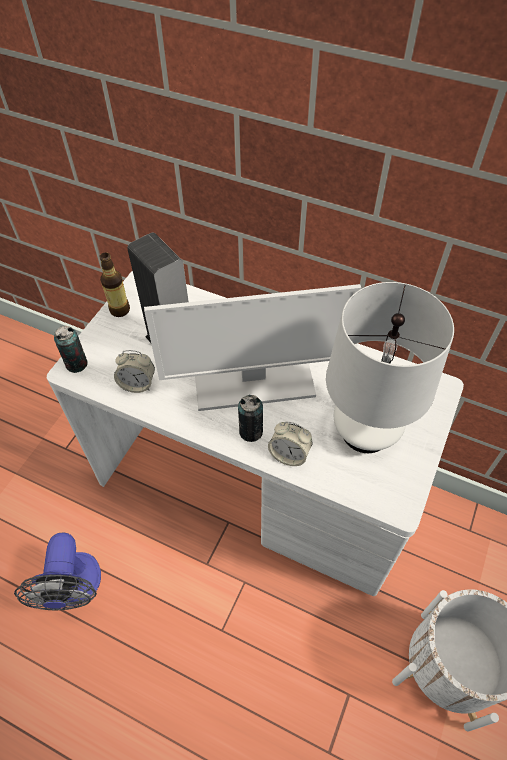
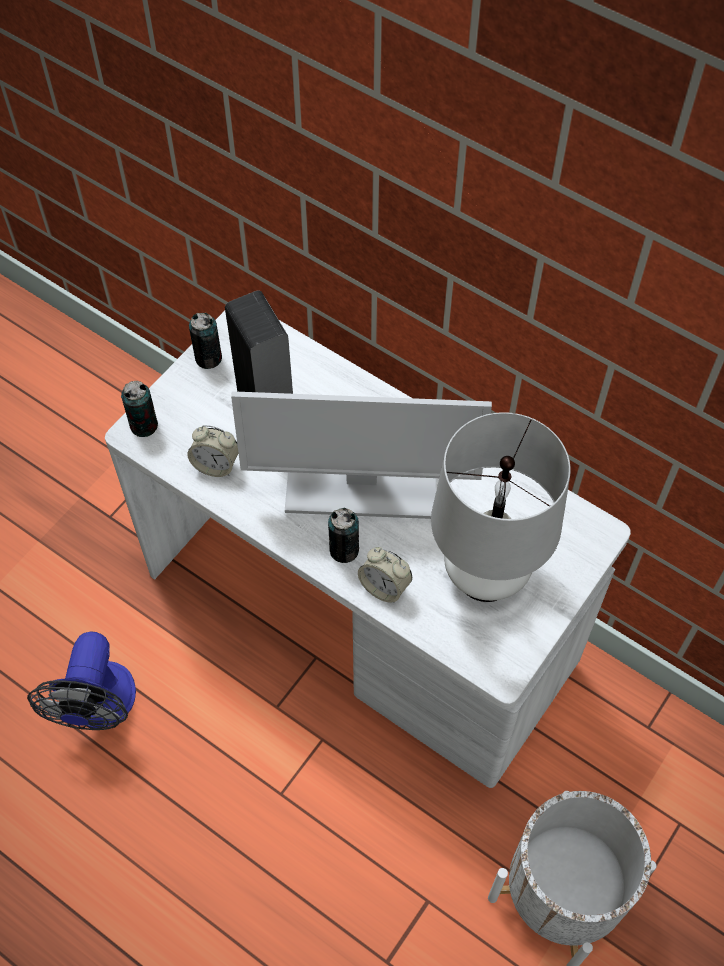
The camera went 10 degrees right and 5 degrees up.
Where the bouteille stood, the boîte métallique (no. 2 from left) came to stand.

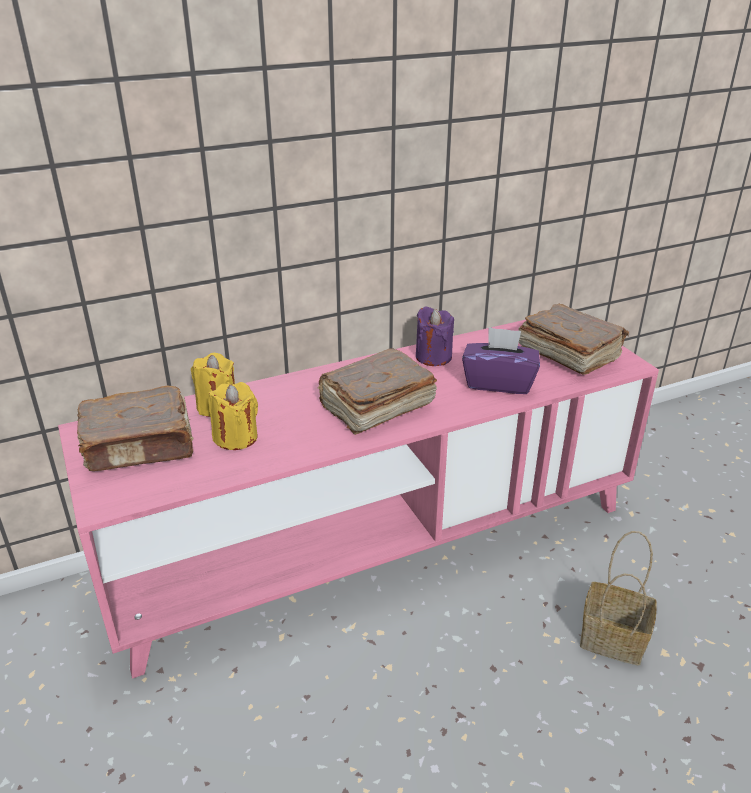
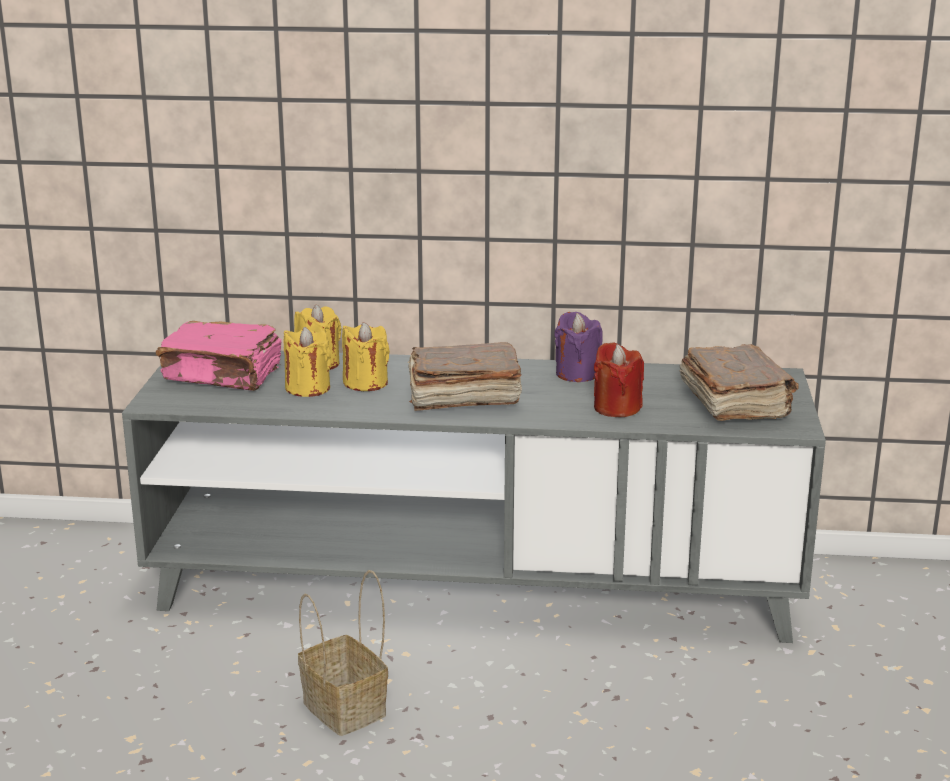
The camera went 30 degrees right and 10 degrees down.
The second view gained the bougie (jaune) (no. 3 from left).
The panier ended up elsewhere.
Where the boîte à mouchoirs (violet) stood, the bougie (rouge) came to stand.
What was the meuble télé (rose) turned into the meuble télé (gris).
What was the livre (marron) (no. 1 from left) turned into the livre (rose).

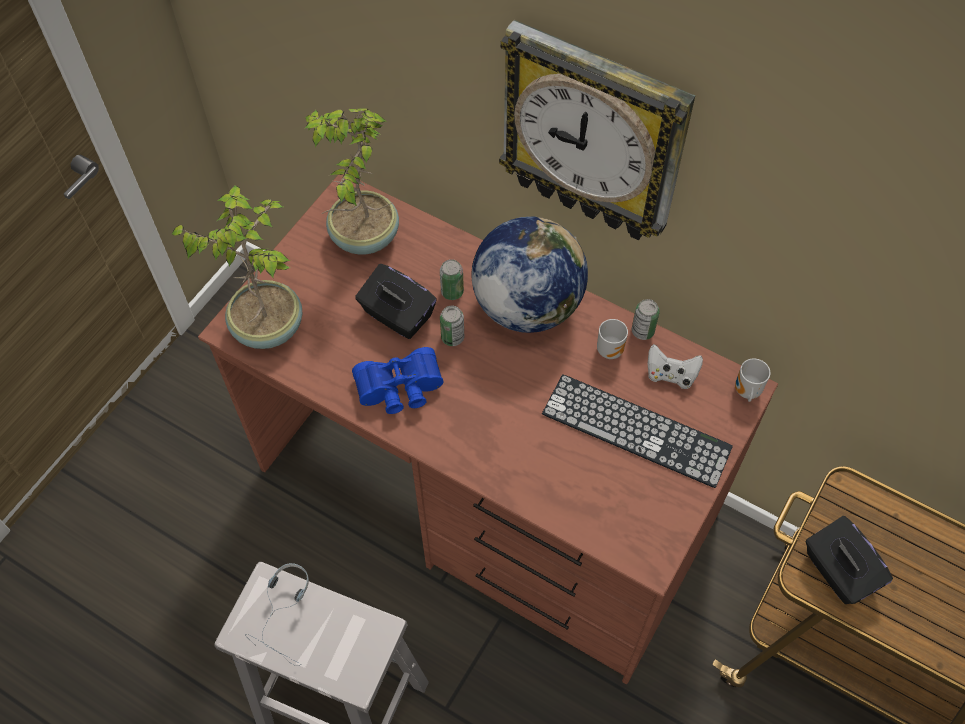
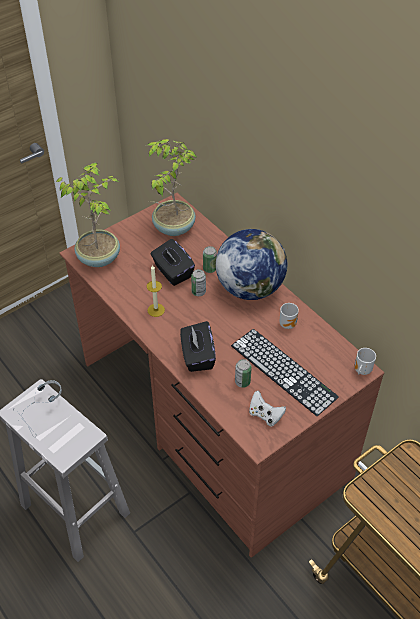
The camera went 20 degrees right and 10 degrees down.
The second view lost the horloge murale.
The boîte métallique (no. 3 from left) ended up elsewhere.
The manette (blanc) ended up elsewhere.
The boîte à mouchoirs (noir) (no. 2 from left) ended up elsewhere.
Where the jumelles (bleu) stood, the bougie came to stand.

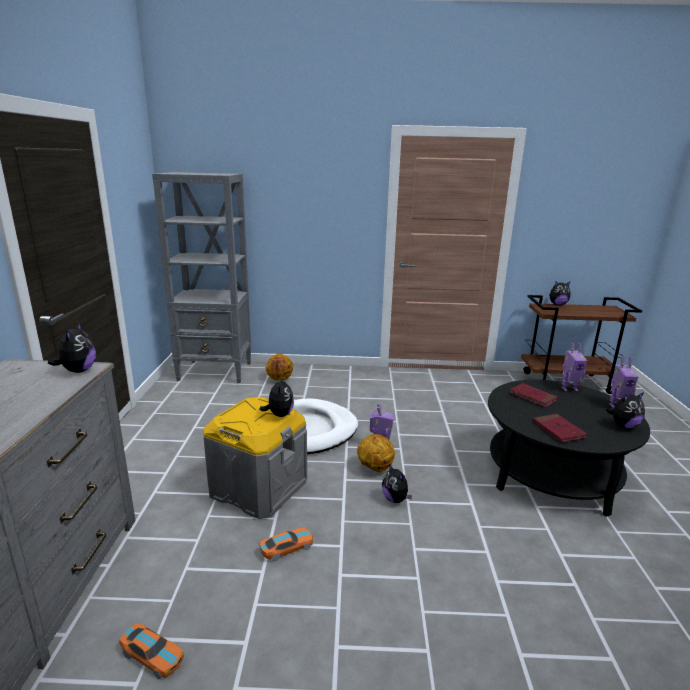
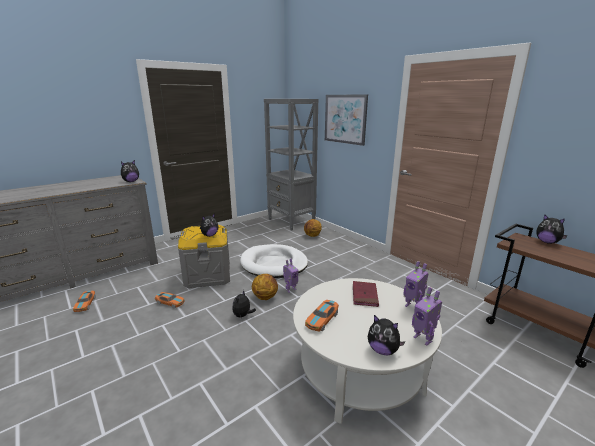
The camera went 50 degrees right and 0 degrees up.
The second view gained the tableau.
Where the livre (rouge) (no. 2 from left) stood, the petite voiture (no. 3 from left) came to stand.
What was the table basse (noir) turned into the table basse (blanc).

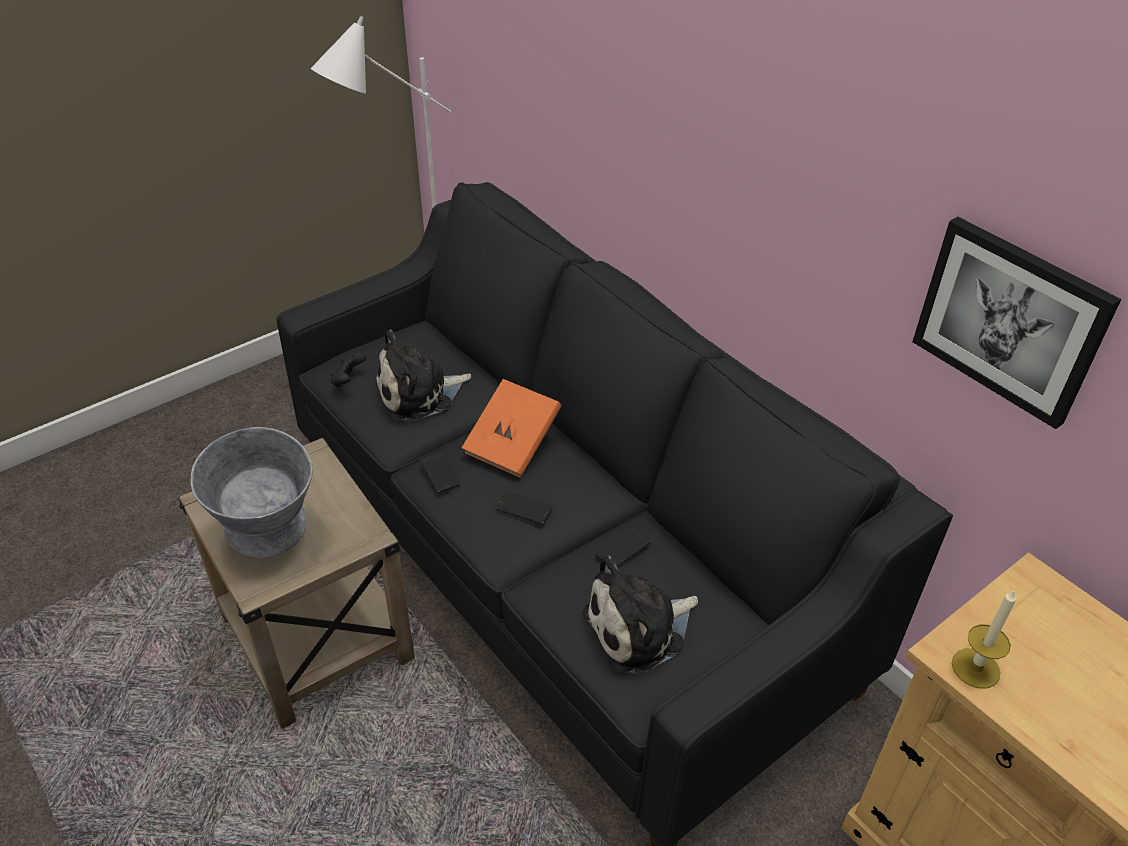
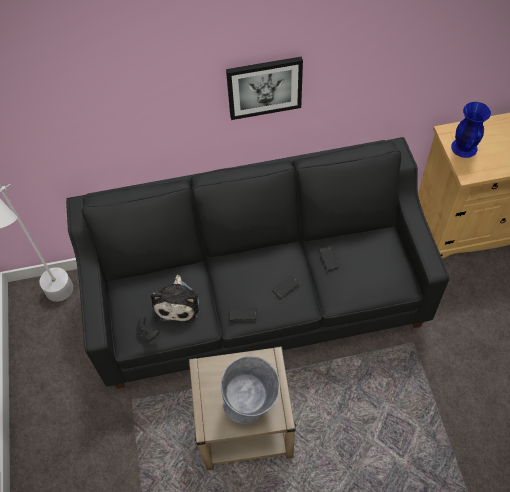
The camera went 60 degrees left and 15 degrees up.
The second view lost the livre (orange).
The second view lost the peluche (no. 2 from left).
The second view lost the bougie.
The second view gained the vase (bleu).
The tableau ended up elsewhere.

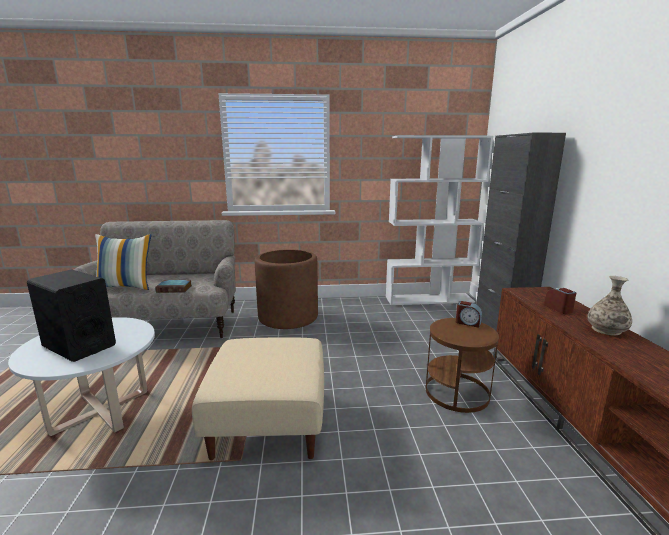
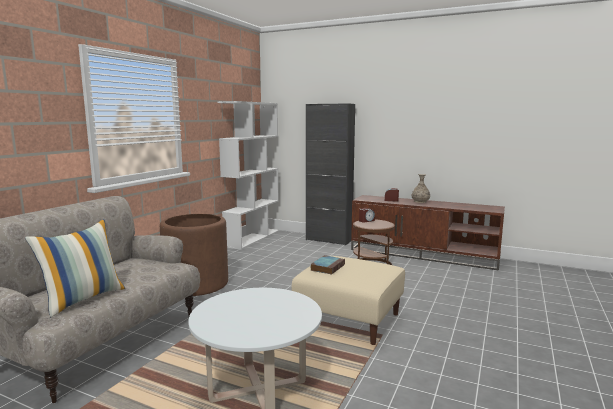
The camera went 60 degrees left and 5 degrees down.
The second view lost the enceinte (noir).
The livre ended up elsewhere.

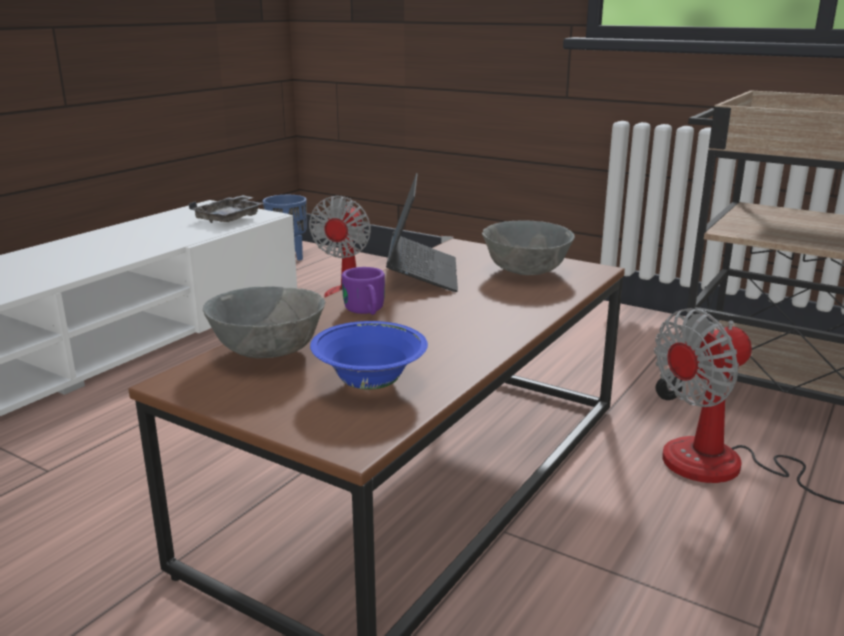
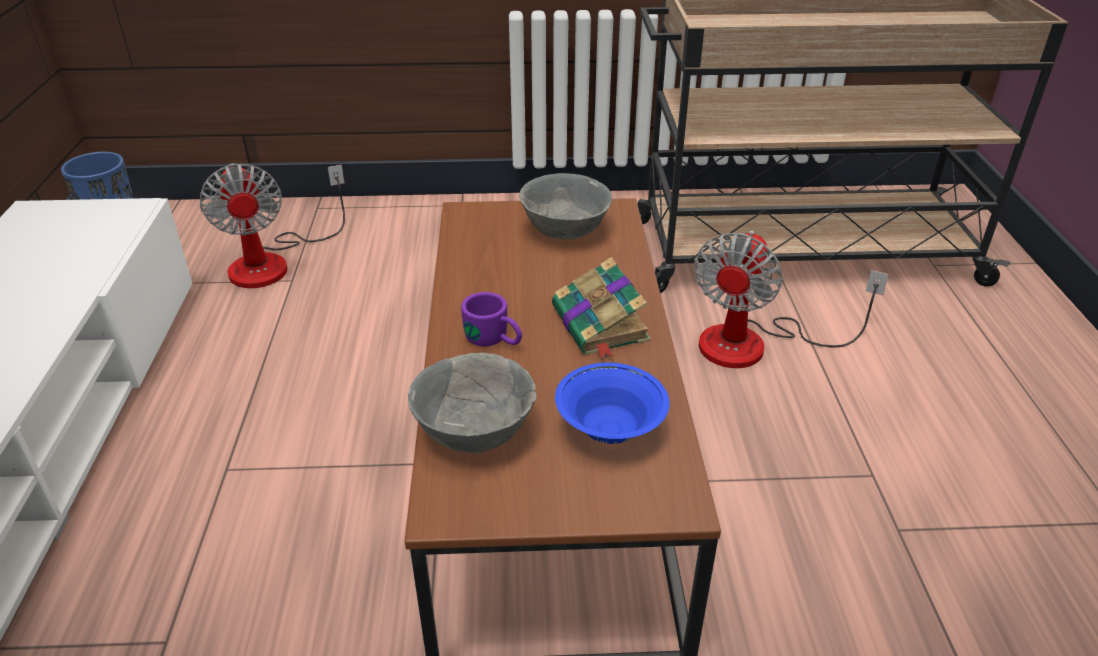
The camera went 35 degrees left and 15 degrees up.
The second view lost the plateau (gris).
The second view lost the ordinateur portable.
The second view gained the livre.

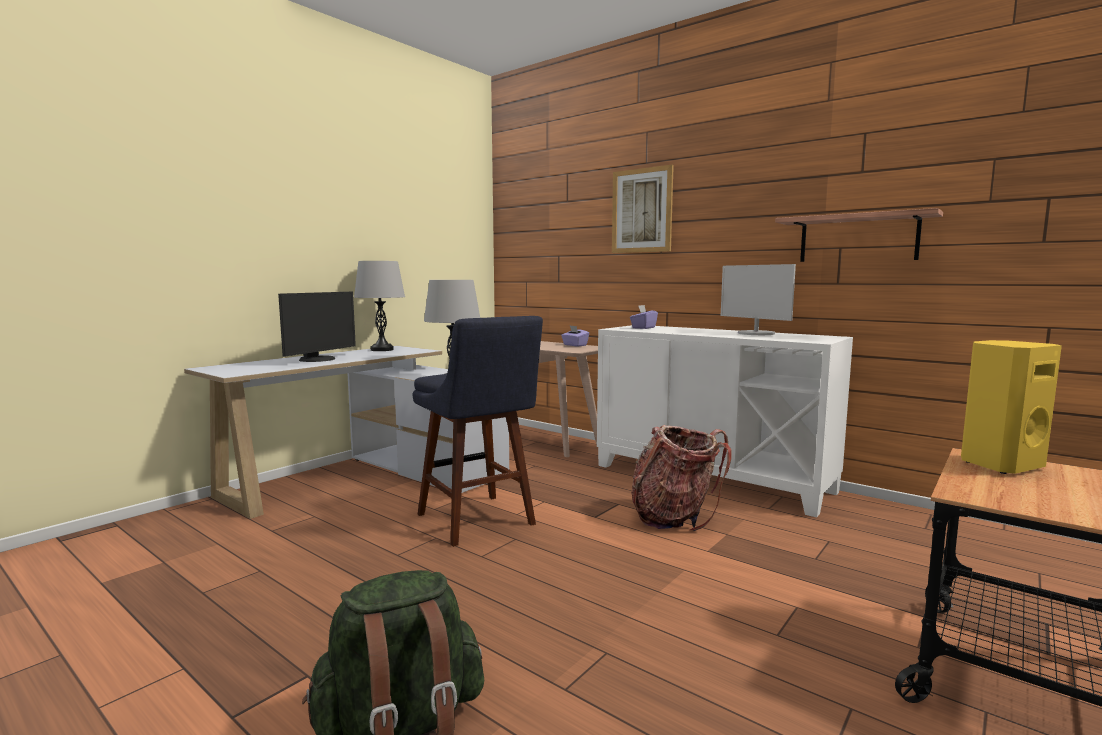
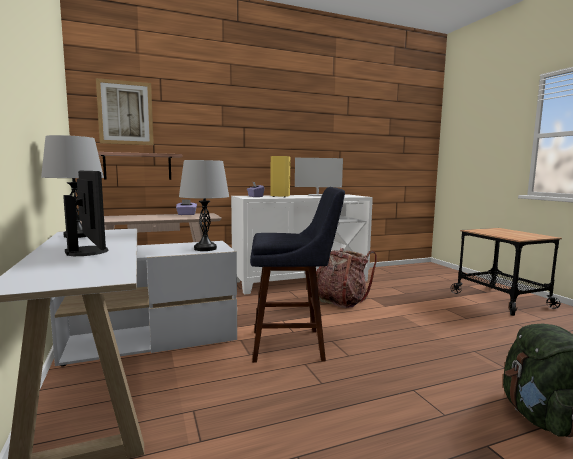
The camera went 60 degrees left and 0 degrees up.
The tableau ended up elsewhere.
The étagère ended up elsewhere.
The enceinte (jaune) ended up elsewhere.

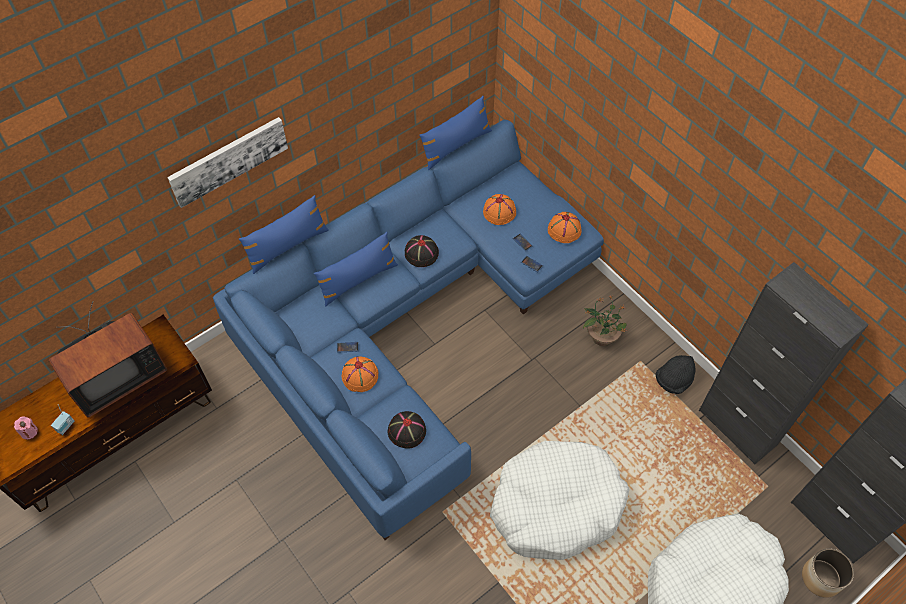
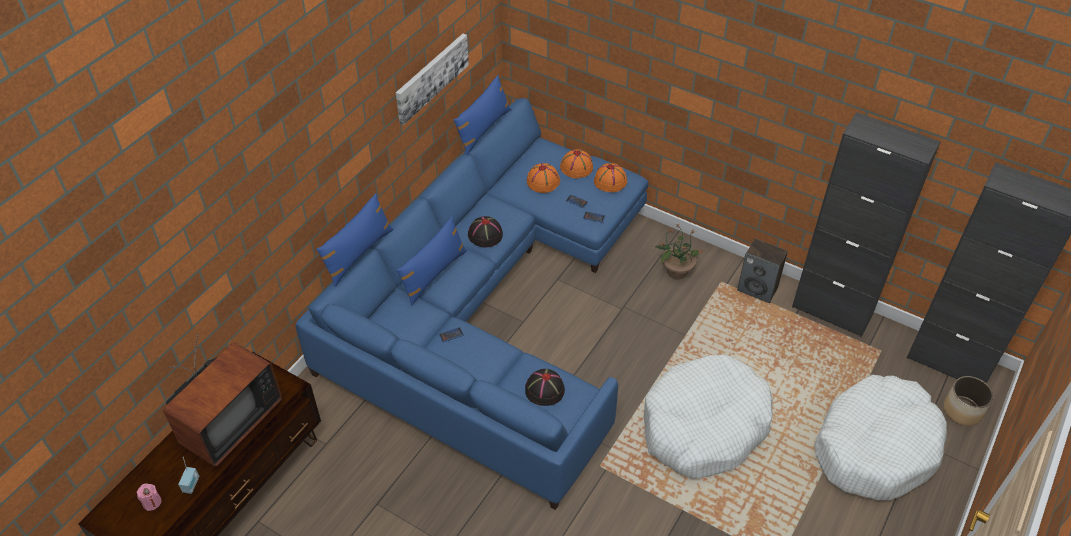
The camera went 20 degrees left and 10 degrees down.
The tableau ended up elsewhere.
The chapeau (orange) (no. 1 from left in the first image) ended up elsewhere.
Where the chapeau (noir) (no. 3 from left) stood, the enceinte came to stand.

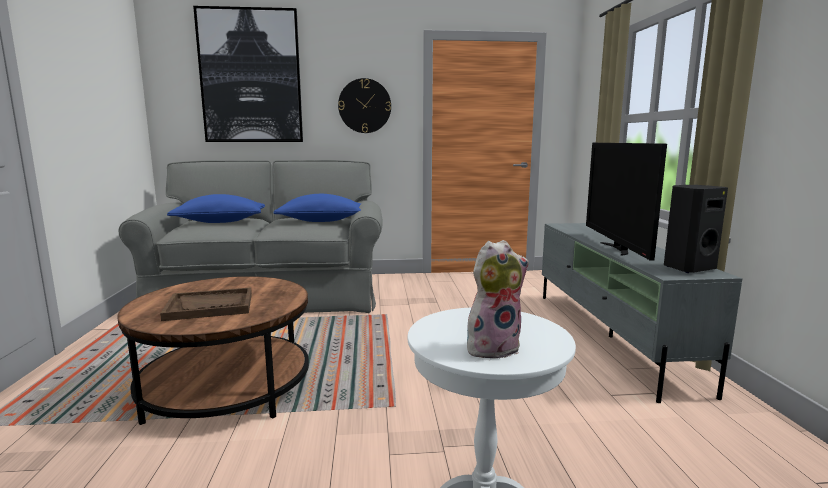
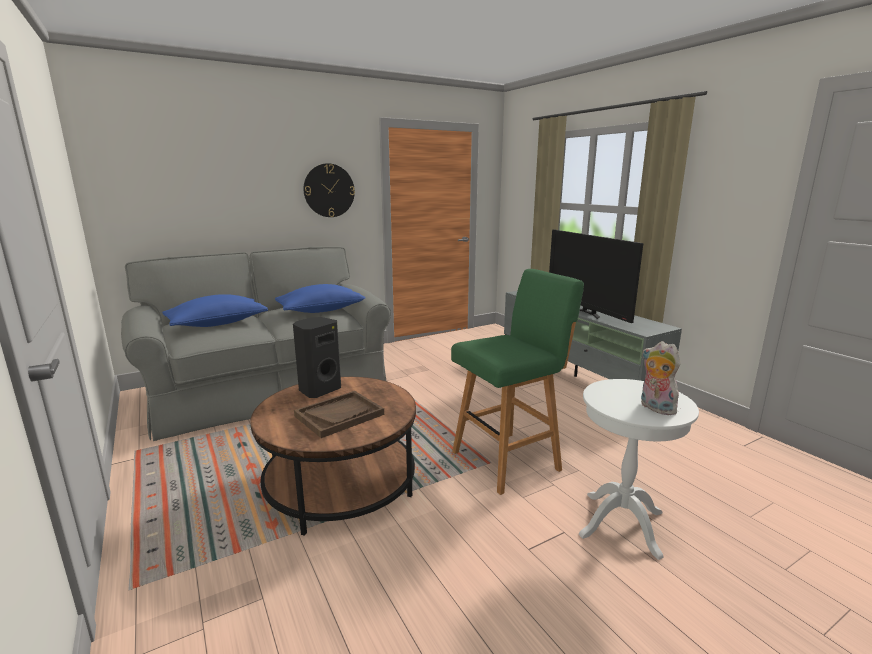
The camera went 25 degrees left and 5 degrees up.
The second view lost the tableau.
The second view gained the tabouret (vert).
The enceinte (noir) ended up elsewhere.
The peluche ended up facing another way, 75 degrees counterclockwise from before.

